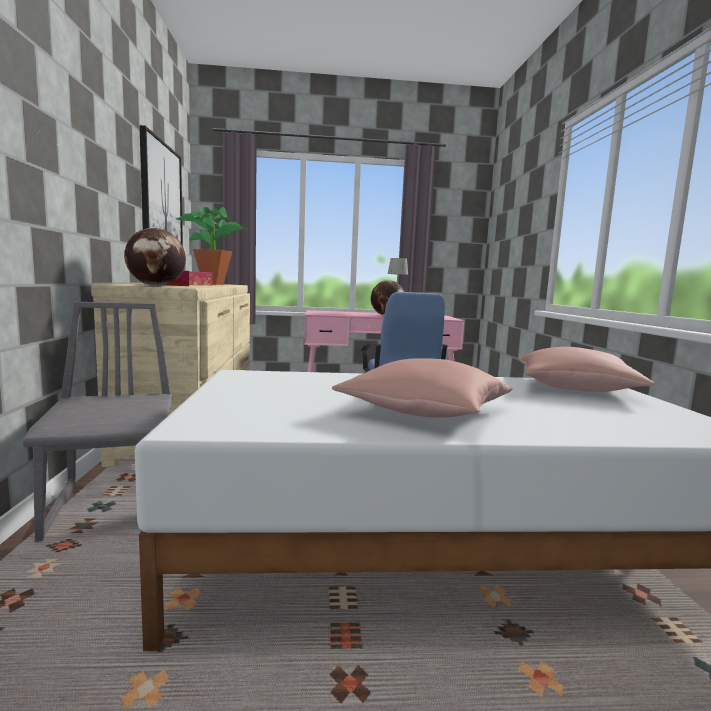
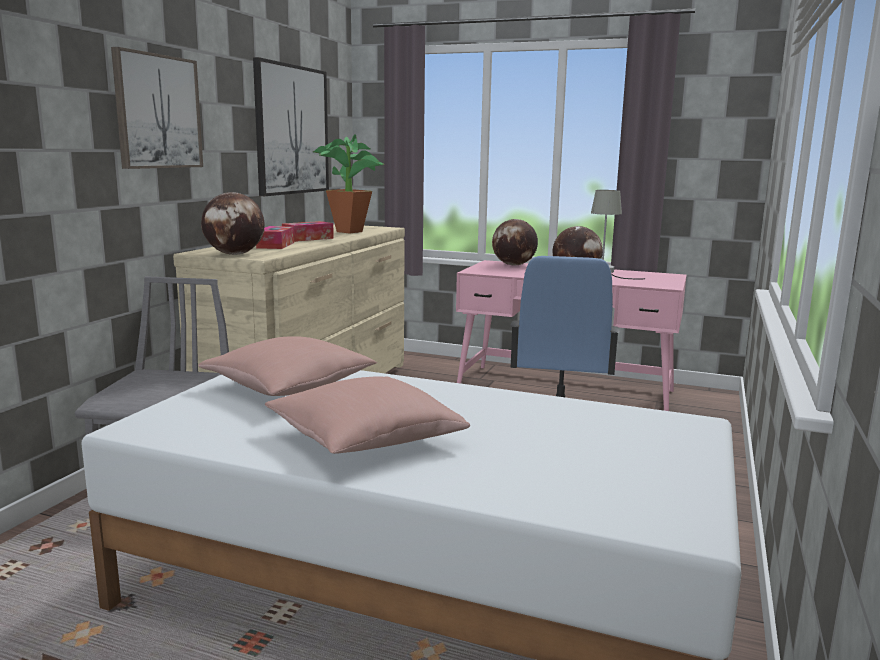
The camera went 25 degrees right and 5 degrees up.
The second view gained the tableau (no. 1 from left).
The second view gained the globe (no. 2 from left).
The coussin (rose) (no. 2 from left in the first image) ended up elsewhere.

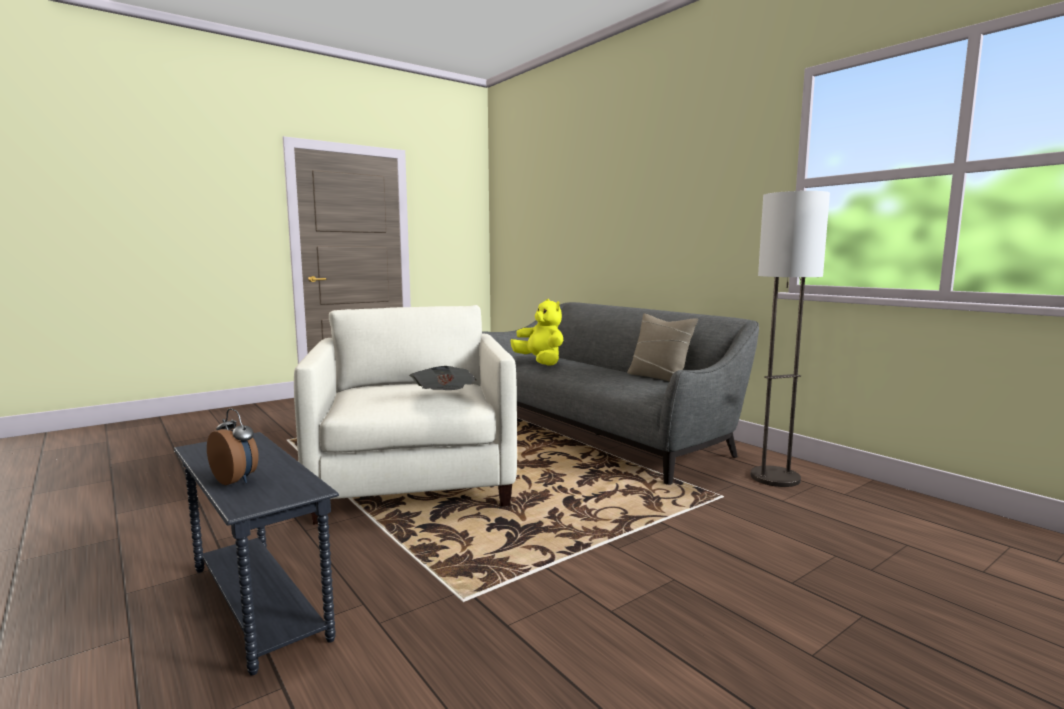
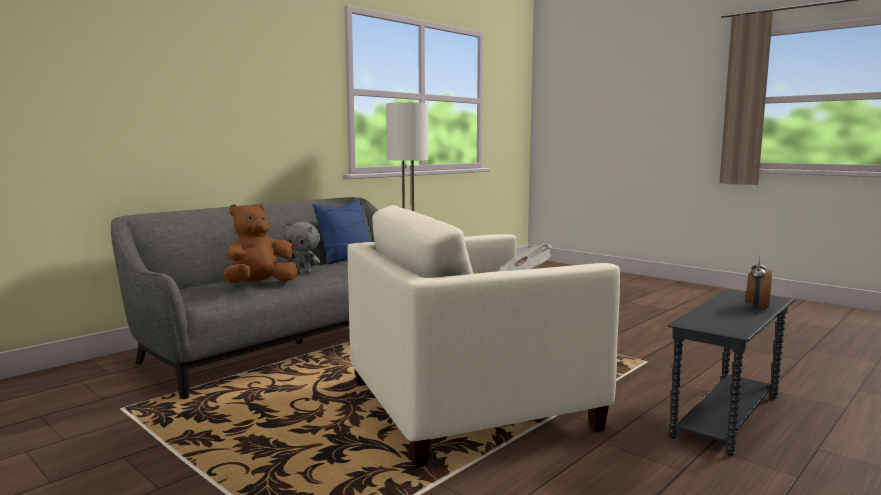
The camera went 100 degrees left and 0 degrees up.
The second view gained the peluche (gris).
What was the peluche (jaune) turned into the peluche (marron).
What was the coussin (beige) turned into the coussin (bleu).

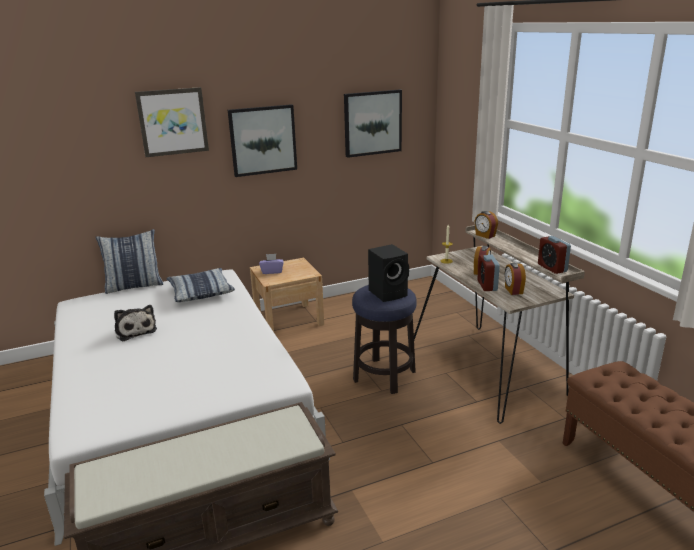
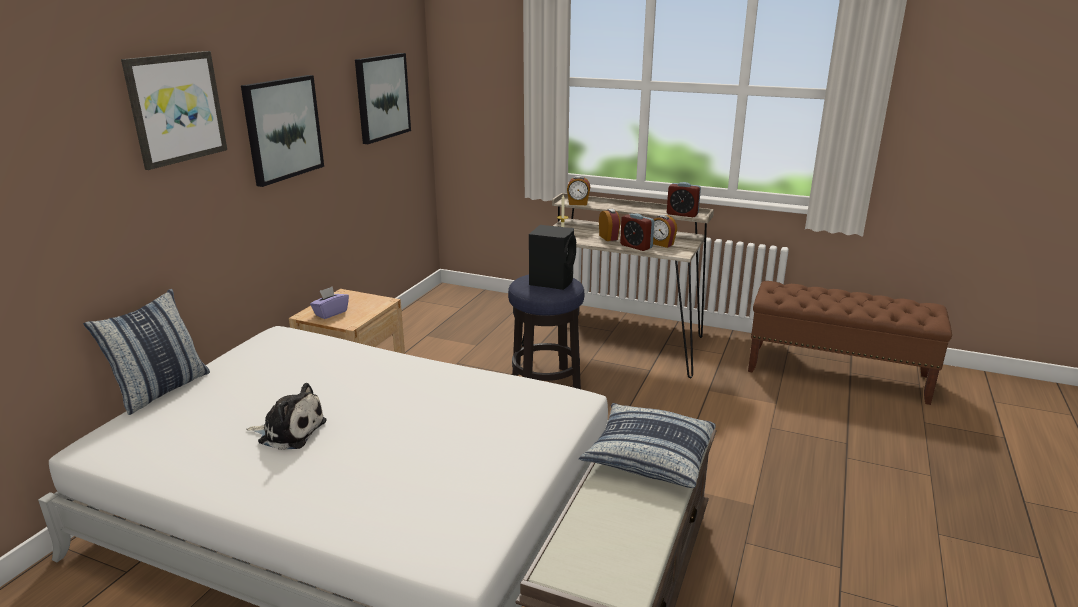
The camera went 45 degrees left and 0 degrees up.
The coussin (no. 2 from left) ended up elsewhere.

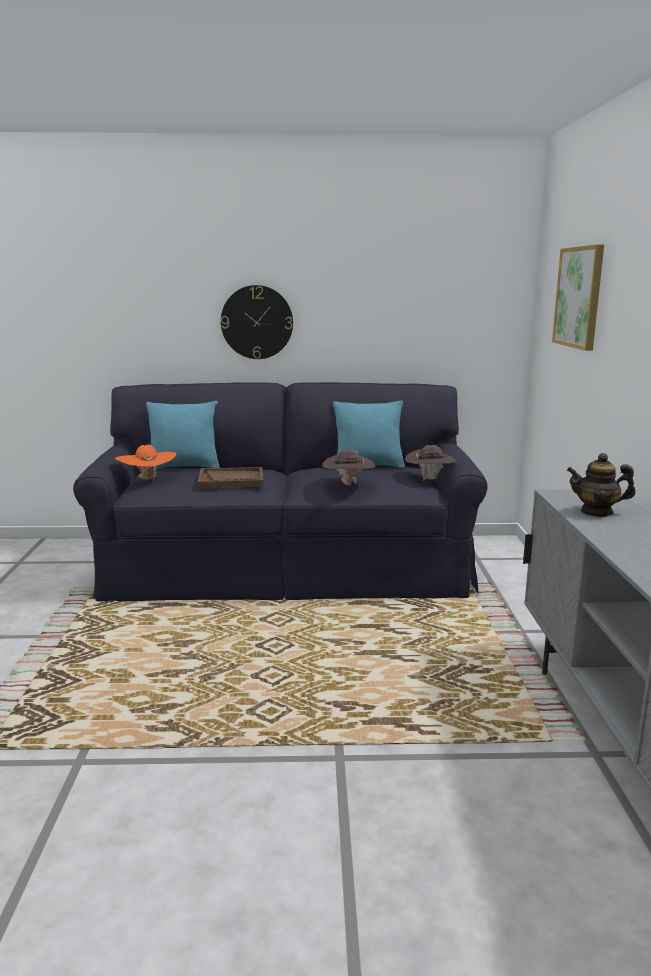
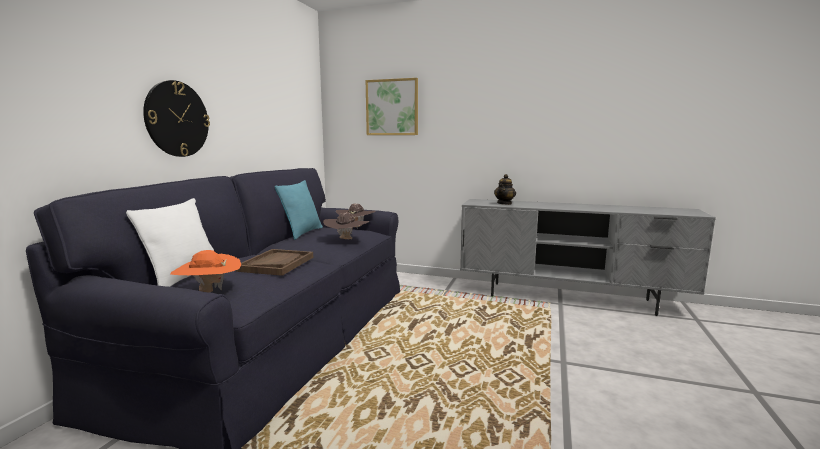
The camera went 70 degrees left and 5 degrees down.
What was the coussin (turquoise) (no. 1 from left) turned into the coussin (blanc).

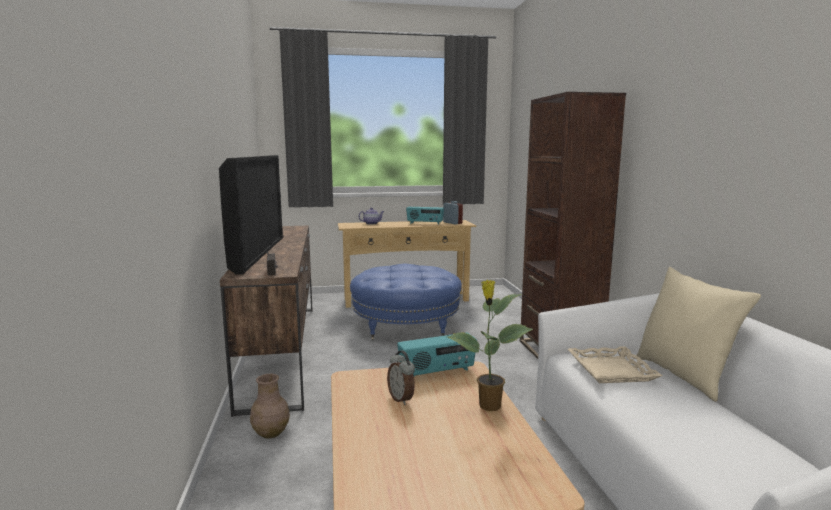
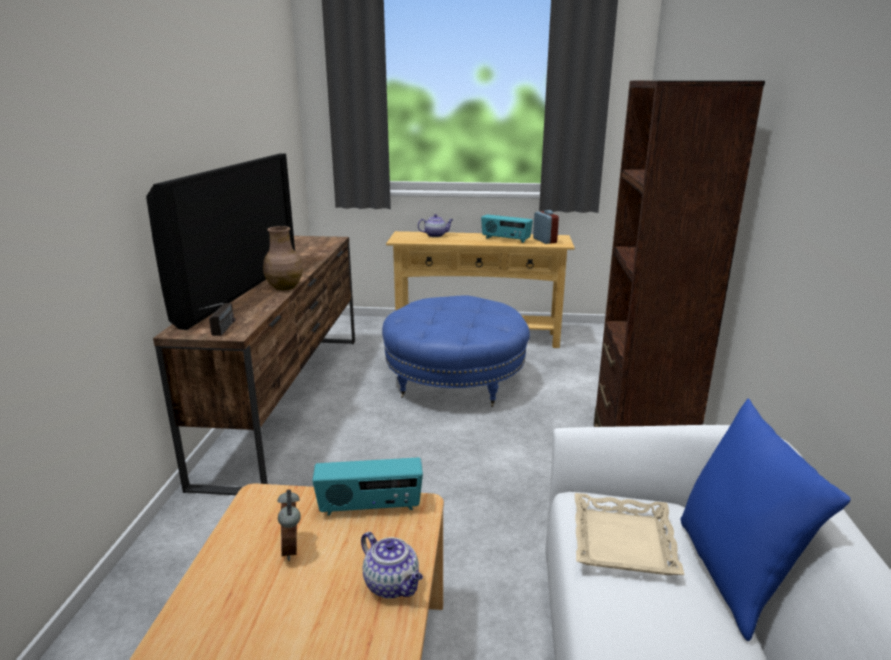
The camera went 15 degrees right and 10 degrees up.
The vase (marron) ended up elsewhere.
Where the plante en pot stood, the théière (no. 1 from left) came to stand.
What was the coussin (beige) turned into the coussin (bleu).

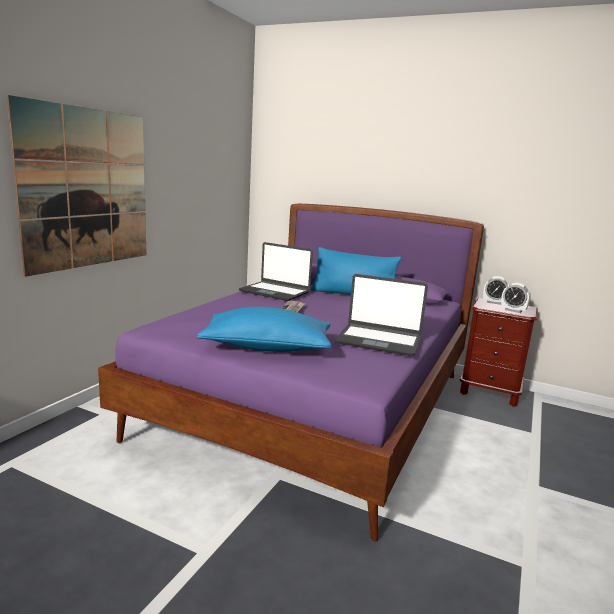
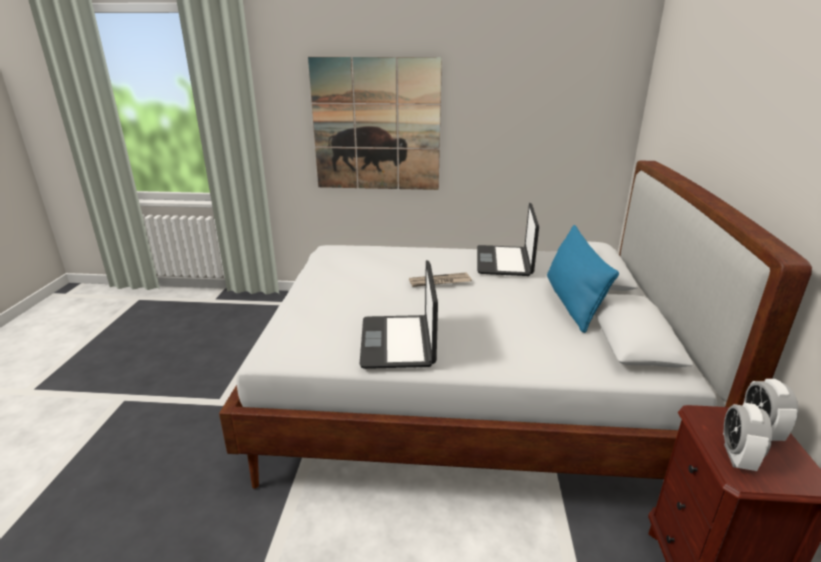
The camera went 70 degrees right and 10 degrees up.
The second view lost the coussin (bleu) (no. 1 from left).
What was the lit (violet) turned into the lit (blanc).

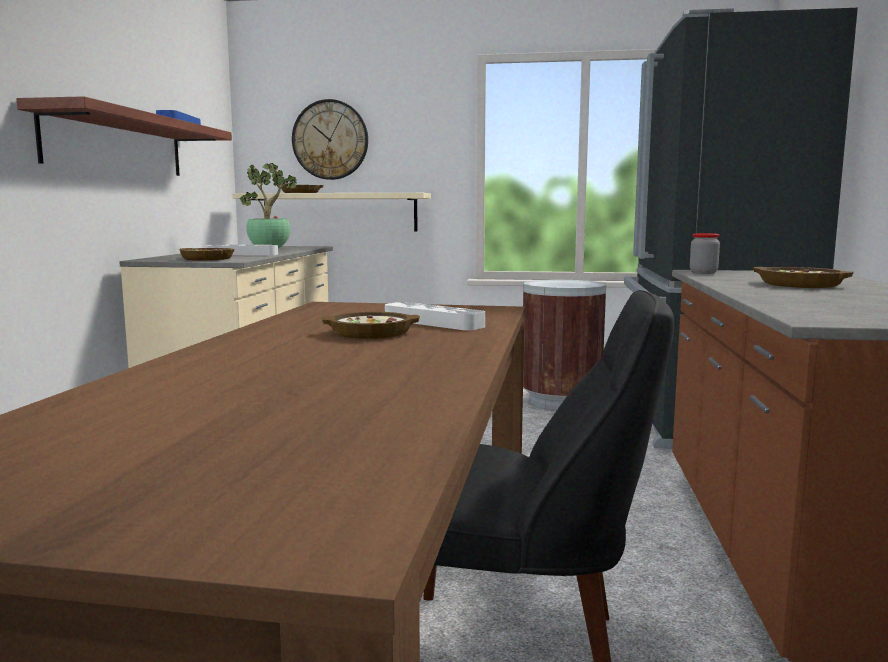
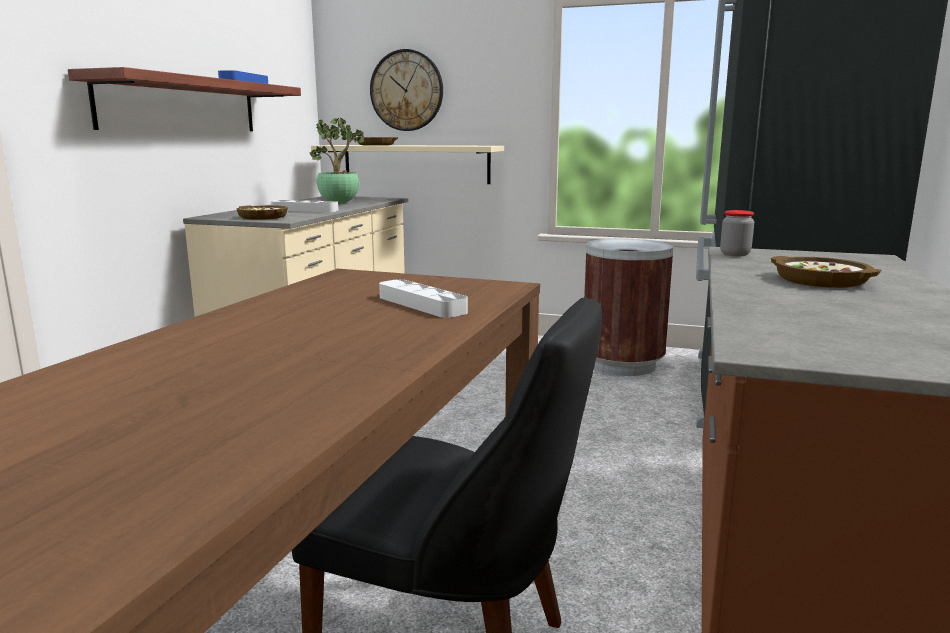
The camera went 10 degrees right and 5 degrees up.
The second view lost the bol (no. 3 from left).

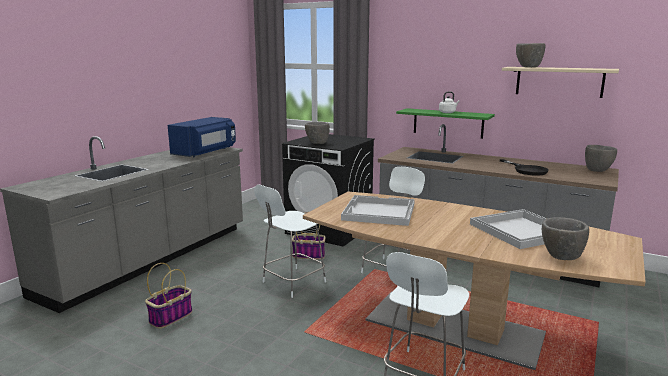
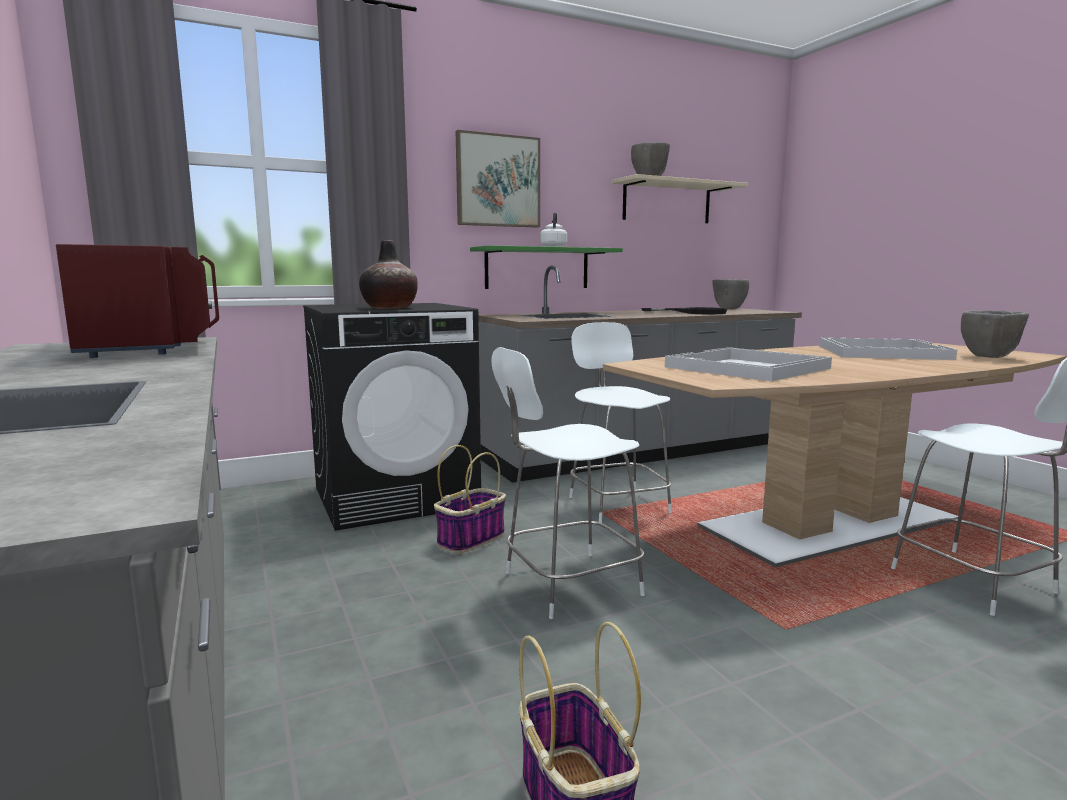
The camera went 55 degrees left and 5 degrees down.
The second view gained the tableau.
Where the bol (gris) (no. 1 from left) stood, the vase came to stand.
What was the micro-ondes (bleu) turned into the micro-ondes (rouge).
The chaise (blanc) (no. 1 from left) ended up facing another way, 75 degrees clockwise from before.

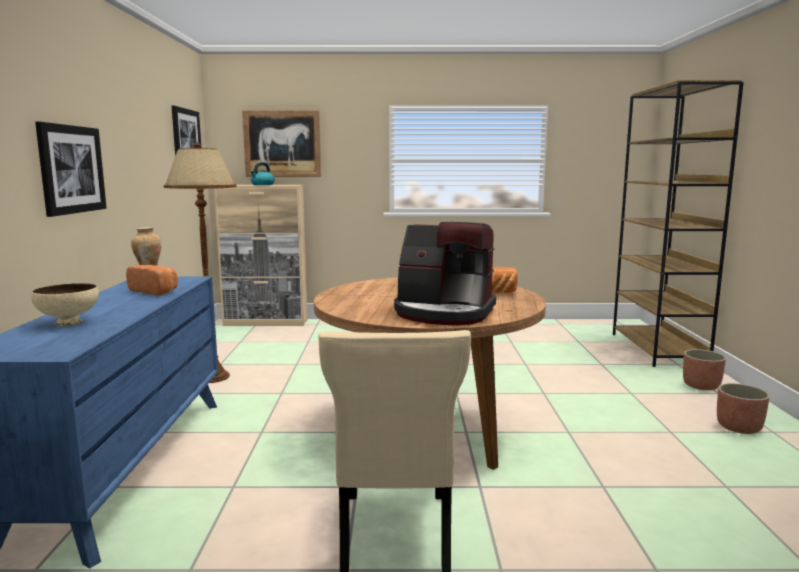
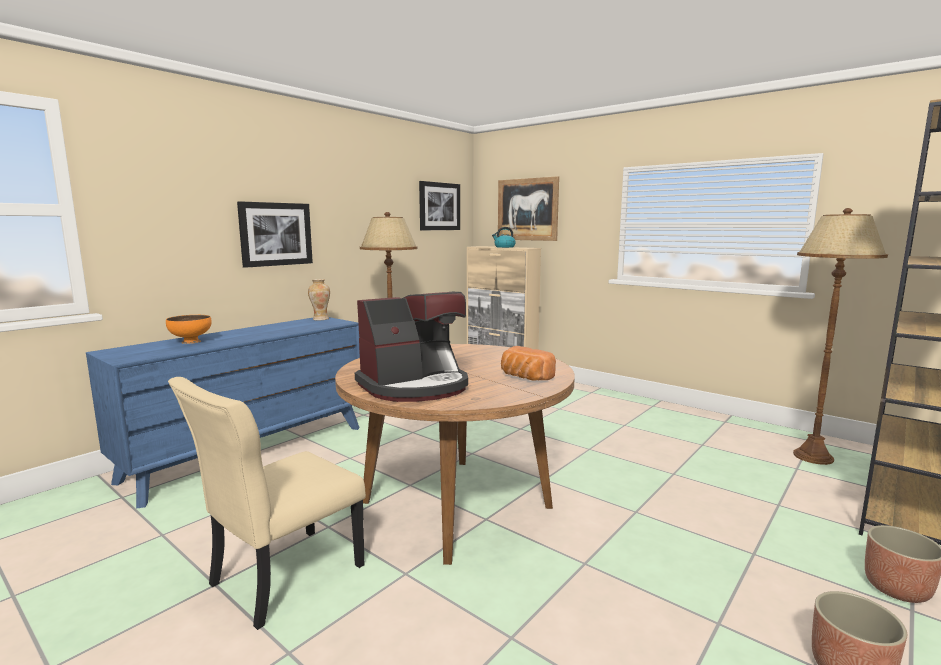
The camera went 40 degrees right and 0 degrees up.
The second view lost the pain (no. 1 from left).
The second view gained the lampadaire (marron) (no. 2 from left).
What was the bol (beige) turned into the bol (orange).
The machine à café ended up facing another way, 90 degrees counterclockwise from before.

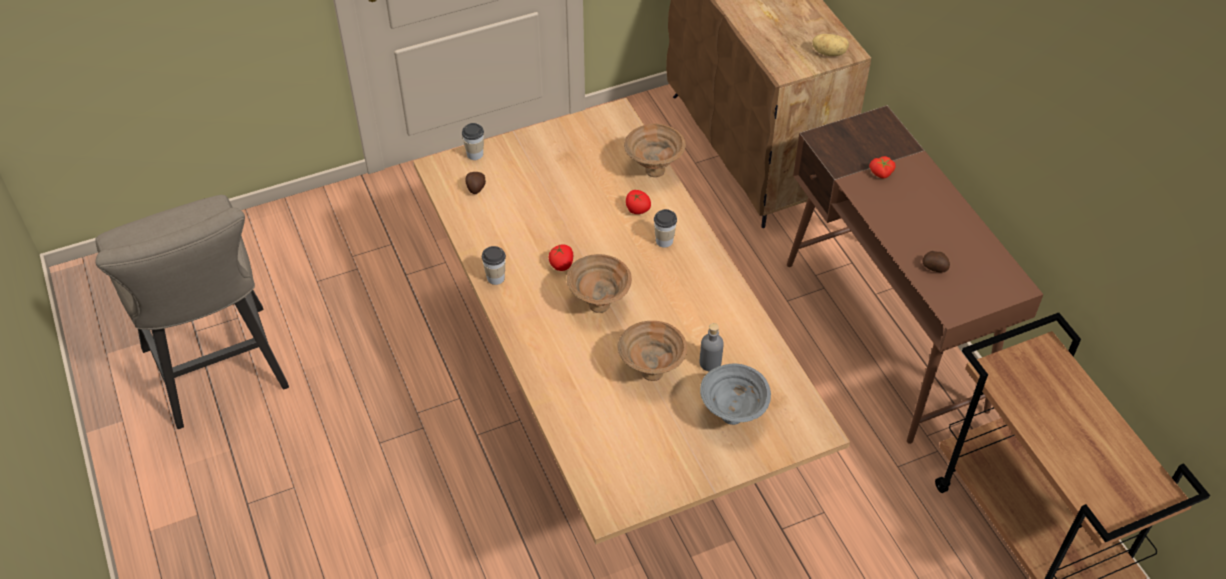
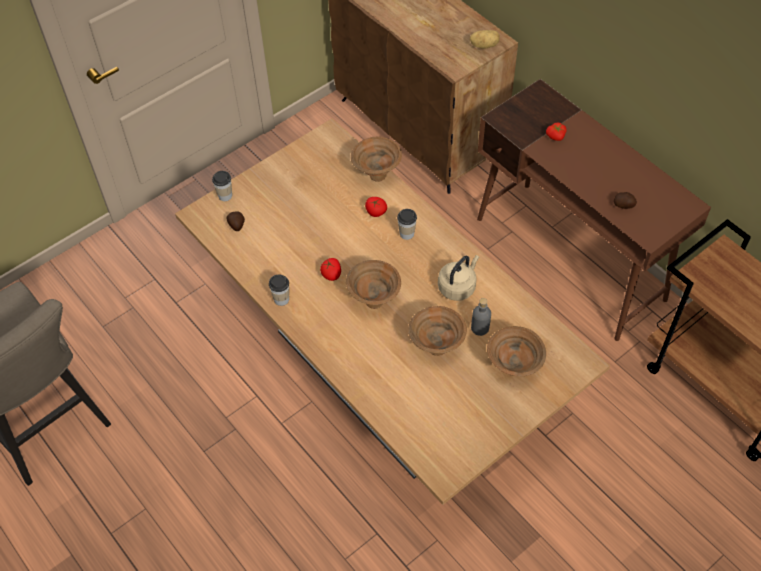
The camera went 15 degrees left and 5 degrees up.
The second view gained the bouilloire (beige).
What was the bol (gris) turned into the bol (marron) (no. 4 from left).

